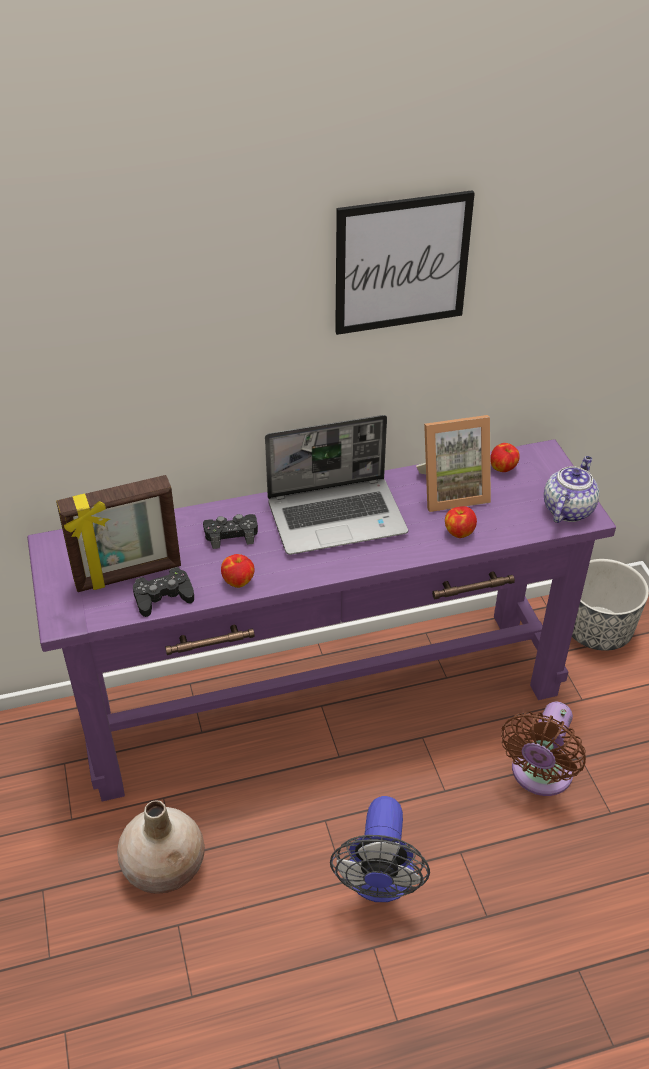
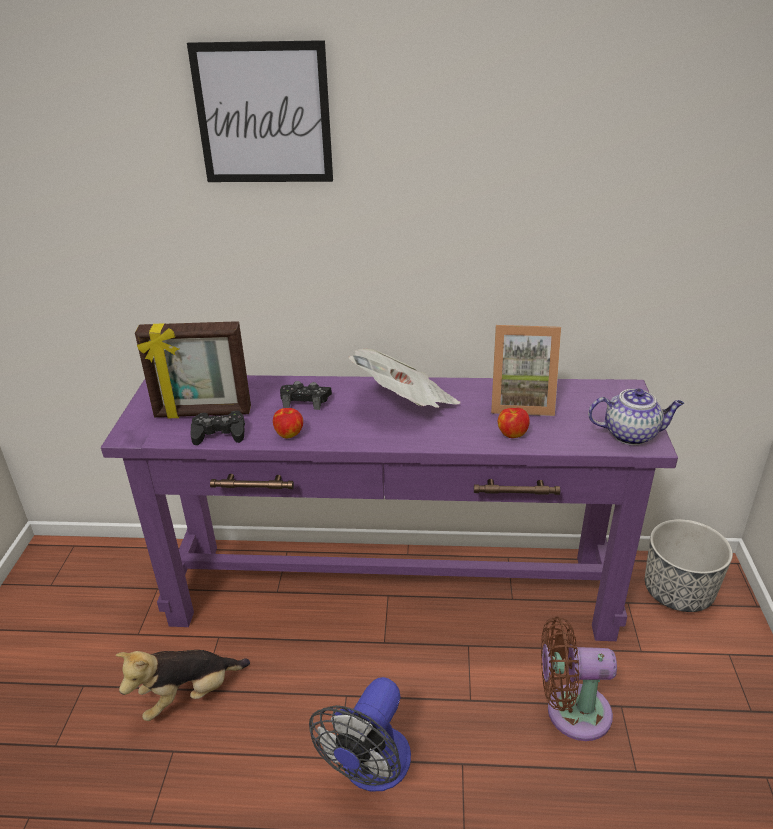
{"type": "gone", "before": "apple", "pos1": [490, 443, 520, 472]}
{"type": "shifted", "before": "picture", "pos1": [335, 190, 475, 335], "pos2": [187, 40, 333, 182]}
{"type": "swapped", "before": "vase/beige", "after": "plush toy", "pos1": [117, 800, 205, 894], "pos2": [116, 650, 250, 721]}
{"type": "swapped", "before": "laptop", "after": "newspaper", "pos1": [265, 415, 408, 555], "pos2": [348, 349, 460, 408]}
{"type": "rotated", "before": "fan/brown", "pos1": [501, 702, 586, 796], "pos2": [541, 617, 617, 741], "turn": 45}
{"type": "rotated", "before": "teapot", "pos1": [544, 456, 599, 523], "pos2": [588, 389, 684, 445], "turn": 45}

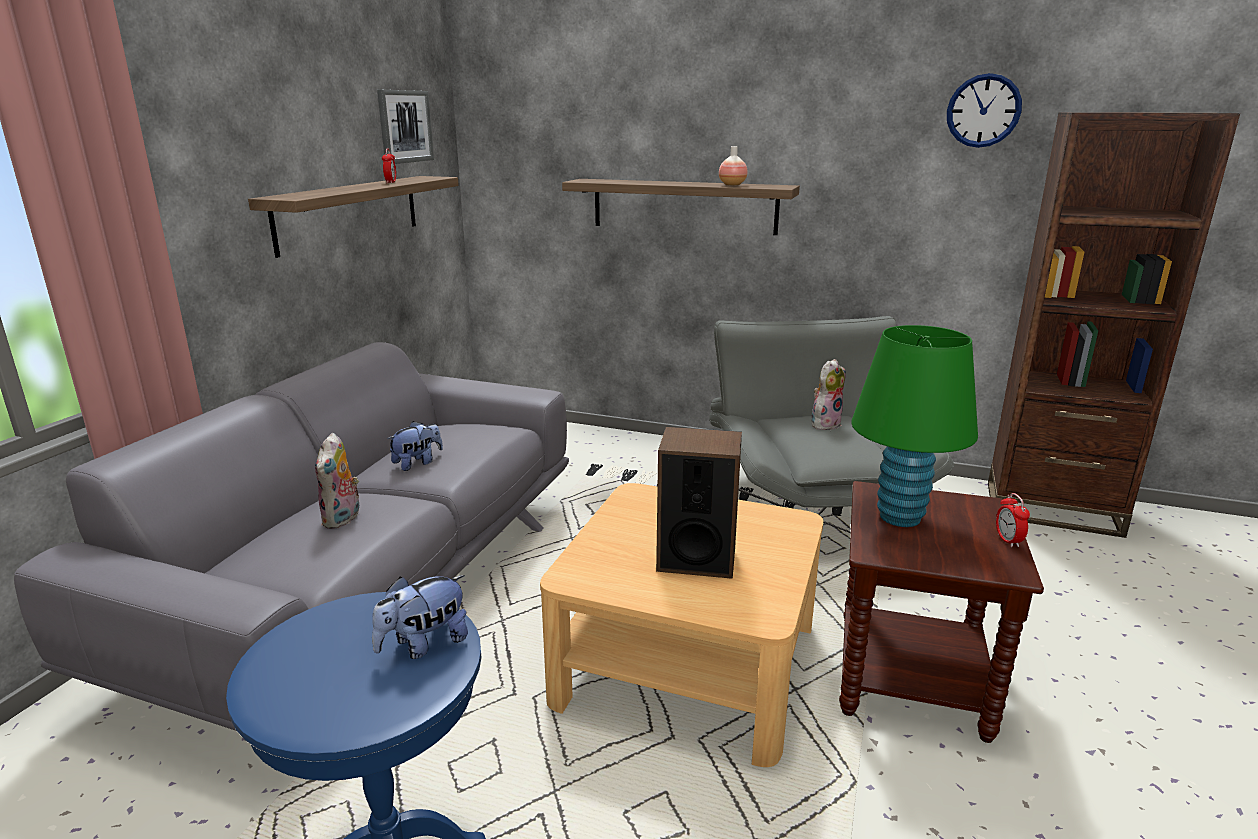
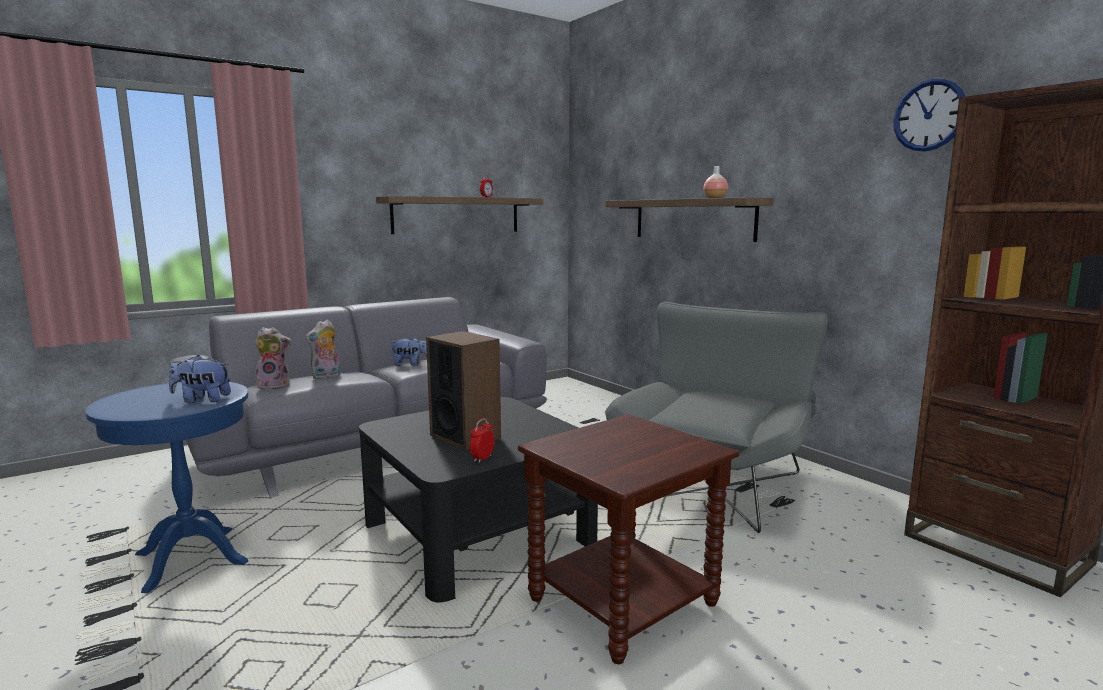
{"type": "gone", "before": "picture", "pos1": [377, 90, 434, 164]}
{"type": "gone", "before": "table lamp/green", "pos1": [851, 325, 978, 527]}
{"type": "shifted", "before": "plush toy", "pos1": [811, 359, 846, 430], "pos2": [255, 327, 292, 390]}
{"type": "shifted", "before": "alarm clock", "pos1": [996, 493, 1030, 547], "pos2": [470, 418, 495, 463]}
{"type": "repainted", "before": "coffee table/beige", "after": "coffee table/black", "pos1": [540, 483, 823, 767], "pos2": [359, 397, 598, 602]}

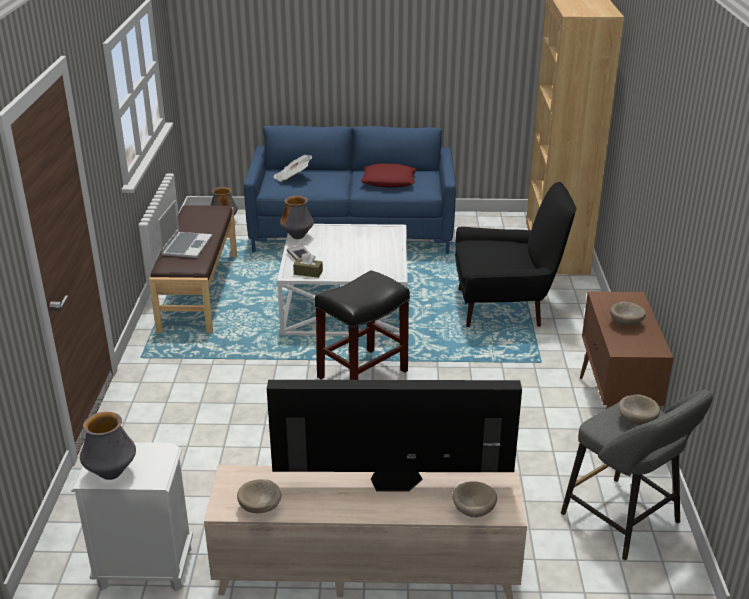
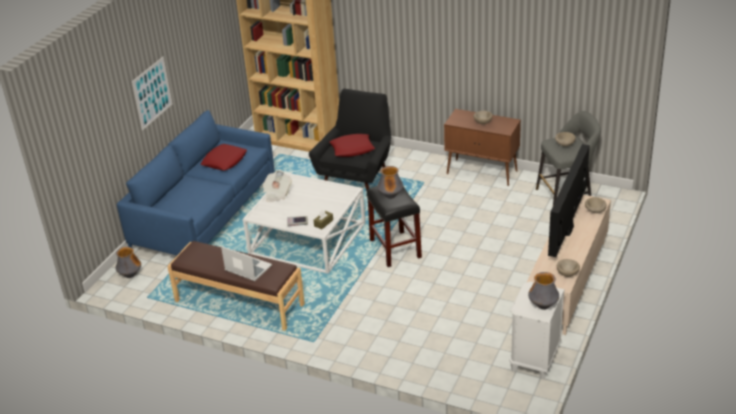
{"type": "new", "after": "picture", "pos2": [132, 57, 172, 130]}
{"type": "new", "after": "pillow/red", "pos2": [329, 134, 375, 157]}
{"type": "shifted", "before": "newspaper", "pos1": [273, 155, 312, 182], "pos2": [263, 170, 292, 202]}
{"type": "shifted", "before": "vase", "pos1": [280, 196, 314, 239], "pos2": [377, 166, 403, 199]}

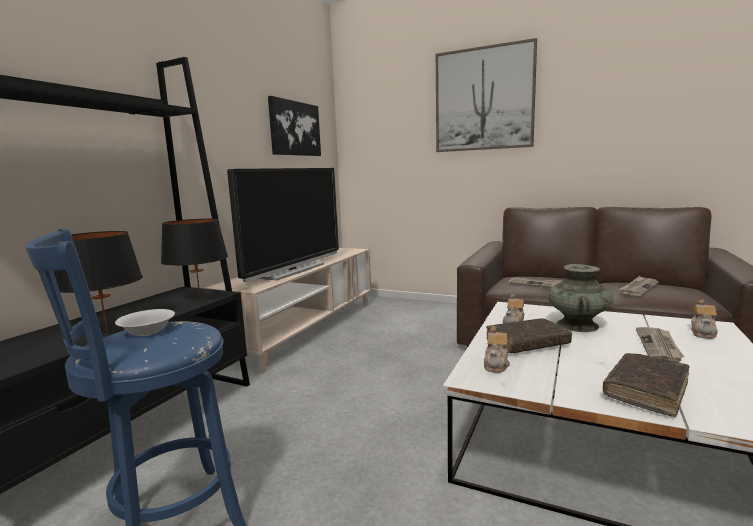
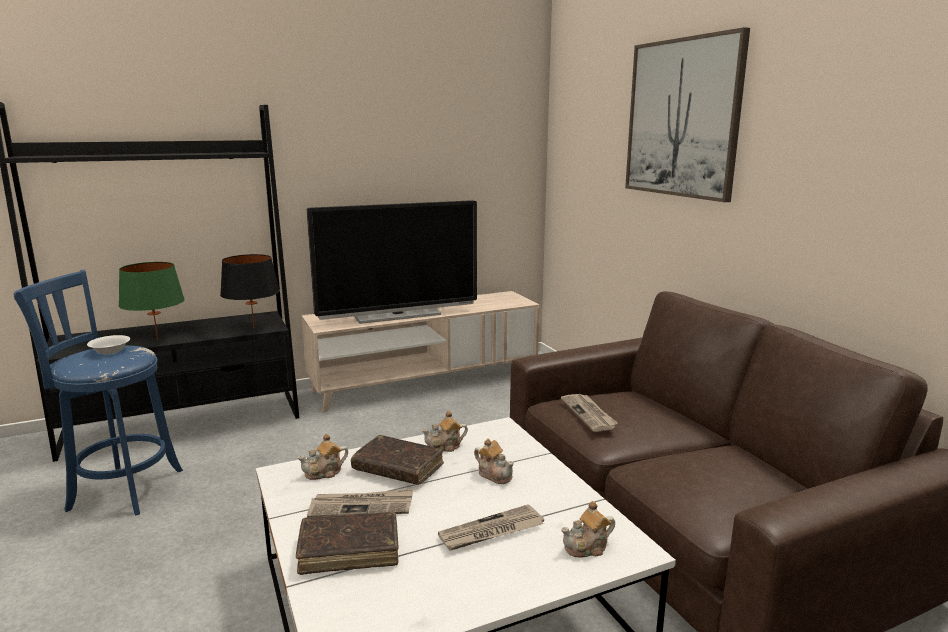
{"type": "gone", "before": "picture", "pos1": [268, 96, 321, 156]}
{"type": "shifted", "before": "newspaper", "pos1": [619, 276, 659, 296], "pos2": [307, 488, 413, 517]}
{"type": "swapped", "before": "vase/turquoise", "after": "teapot", "pos1": [548, 264, 614, 332], "pos2": [474, 438, 514, 484]}
{"type": "repainted", "before": "table lamp/black", "after": "table lamp/green", "pos1": [54, 231, 143, 331], "pos2": [118, 262, 185, 340]}

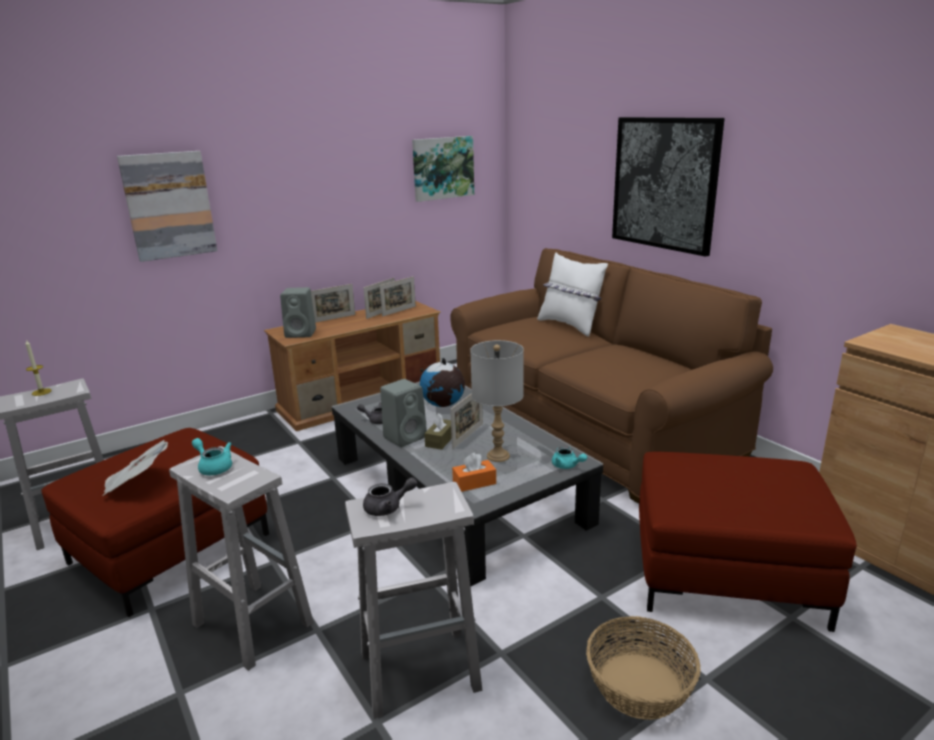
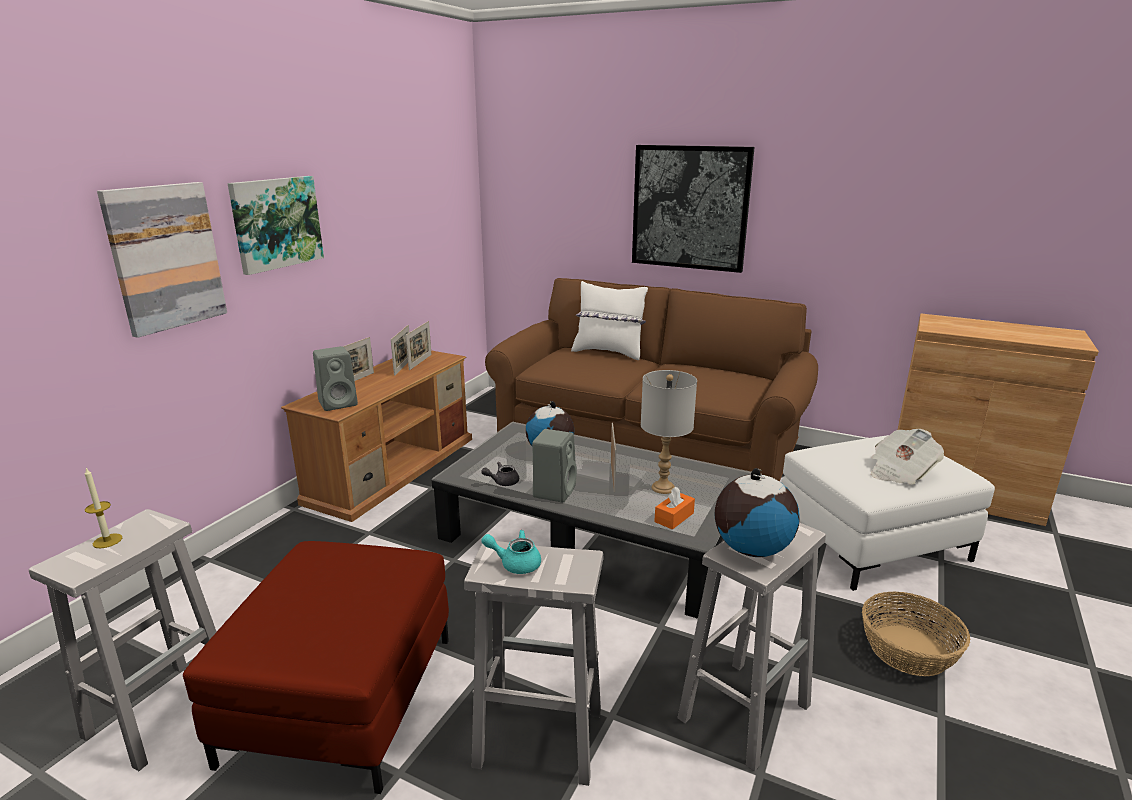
{"type": "gone", "before": "tissue box/brown", "pos1": [424, 413, 452, 450]}
{"type": "gone", "before": "teapot/turquoise", "pos1": [552, 447, 587, 469]}
{"type": "shifted", "before": "newspaper", "pos1": [103, 440, 168, 495], "pos2": [871, 429, 944, 485]}
{"type": "shifted", "before": "picture", "pos1": [412, 136, 474, 202], "pos2": [227, 176, 324, 275]}
{"type": "swapped", "before": "teapot/grey", "after": "globe", "pos1": [363, 477, 417, 516], "pos2": [715, 468, 800, 557]}
{"type": "repainted", "before": "ottoman/red", "after": "ottoman/white", "pos1": [639, 452, 857, 632], "pos2": [781, 435, 995, 591]}

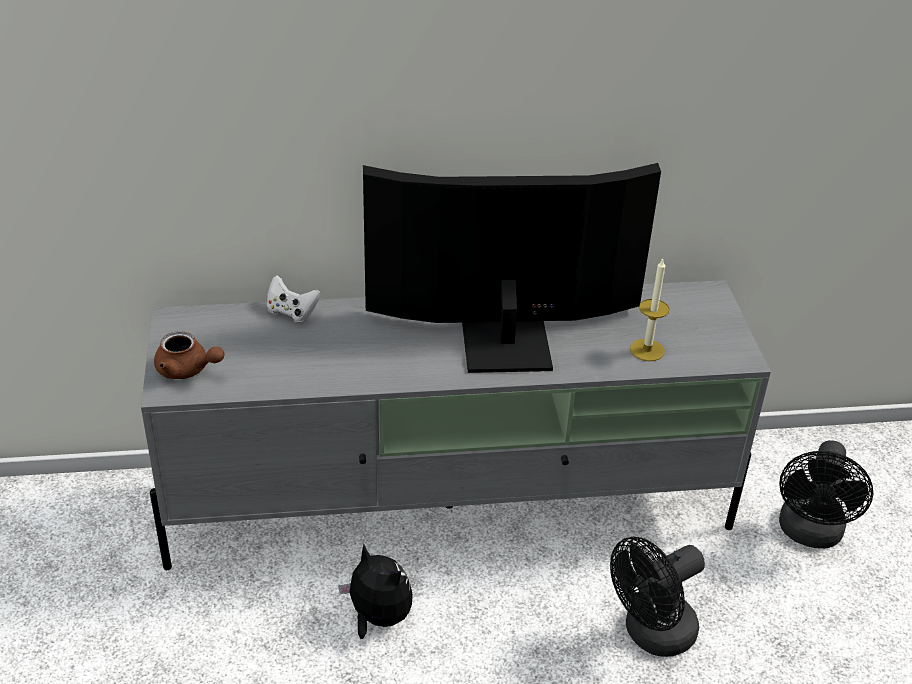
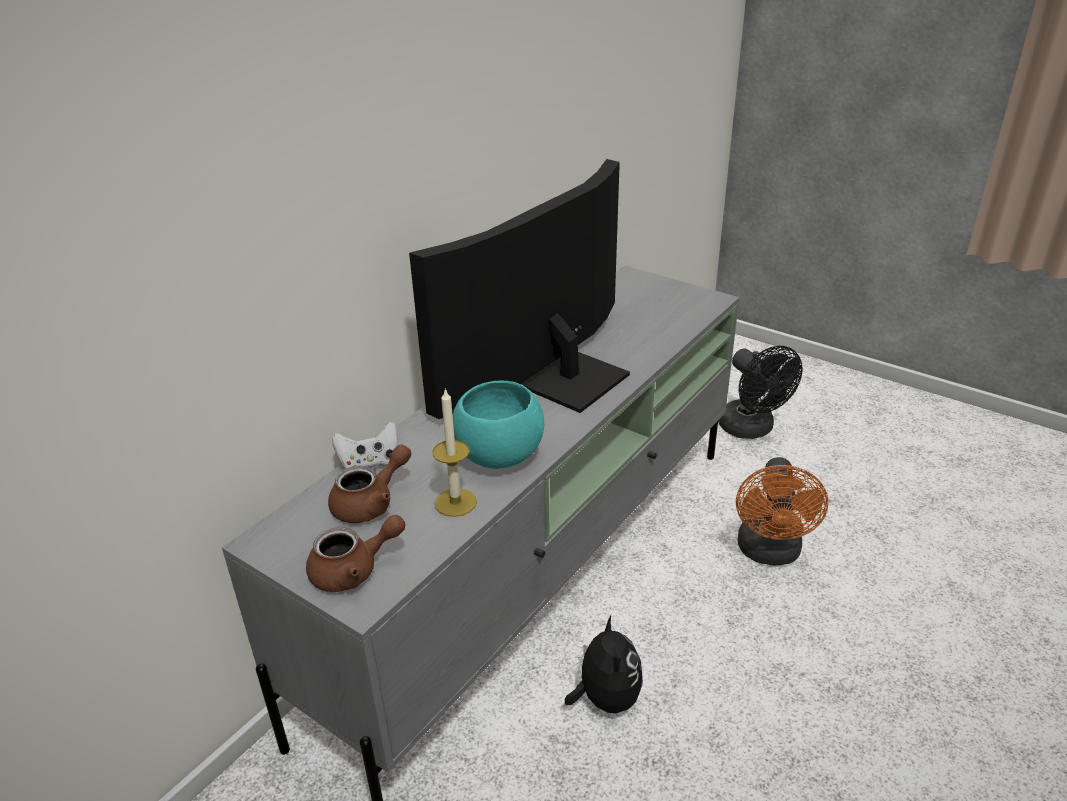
{"type": "new", "after": "teapot/brown", "pos2": [328, 444, 411, 523]}
{"type": "new", "after": "bowl/turquoise", "pos2": [453, 381, 544, 469]}
{"type": "shifted", "before": "candle", "pos1": [630, 259, 670, 361], "pos2": [432, 388, 477, 517]}
{"type": "repainted", "before": "fan/black", "after": "fan/orange", "pos1": [610, 537, 705, 657], "pos2": [736, 457, 828, 565]}
{"type": "rotated", "before": "plush toy", "pos1": [338, 544, 413, 639], "pos2": [565, 615, 643, 713], "turn": 90}

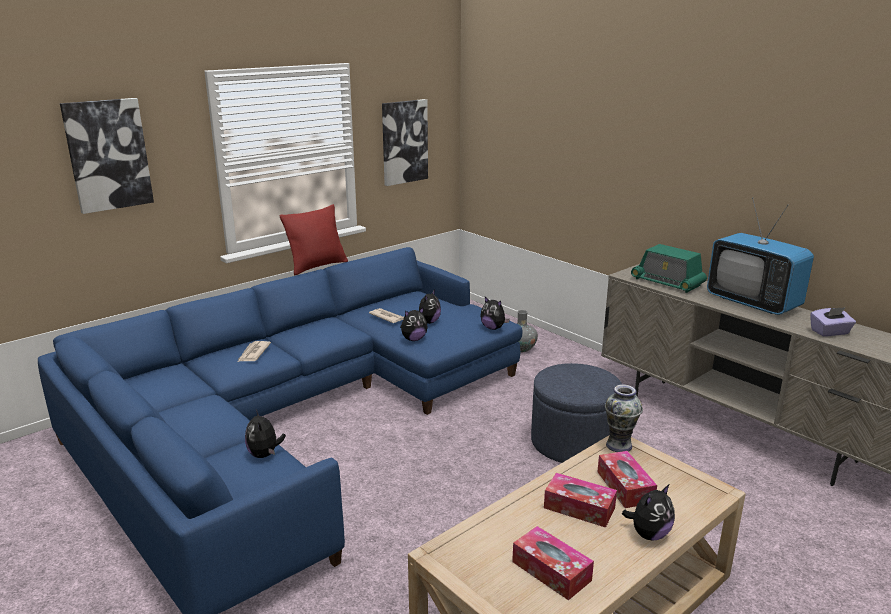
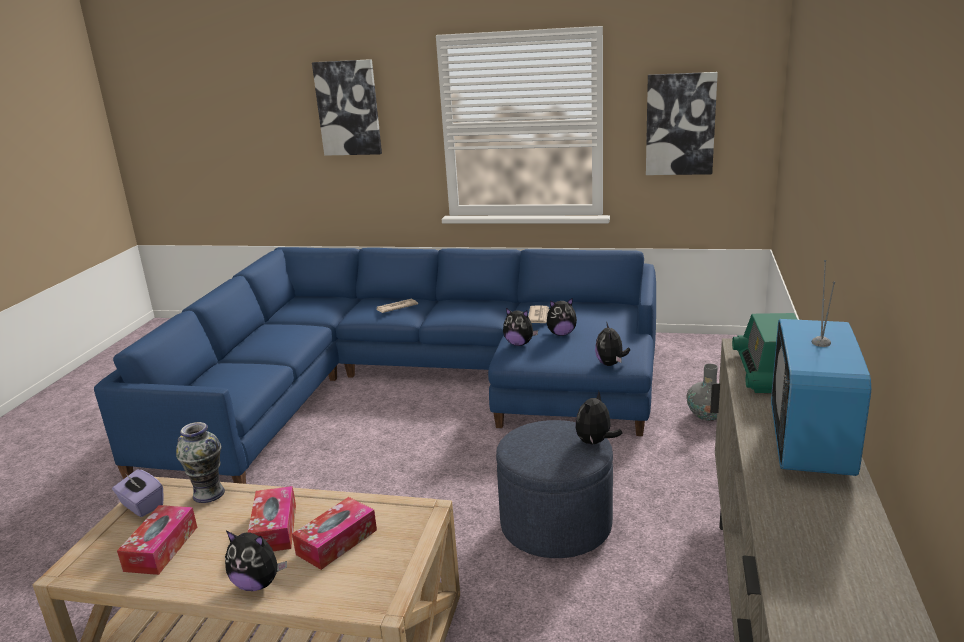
{"type": "gone", "before": "pillow/red", "pos1": [280, 204, 348, 275]}
{"type": "shifted", "before": "plush toy", "pos1": [245, 409, 286, 458], "pos2": [576, 391, 622, 445]}
{"type": "shifted", "before": "vase", "pos1": [605, 384, 643, 452], "pos2": [176, 422, 225, 503]}
{"type": "shifted", "before": "tissue box/purple", "pos1": [810, 307, 856, 337], "pos2": [112, 470, 164, 517]}

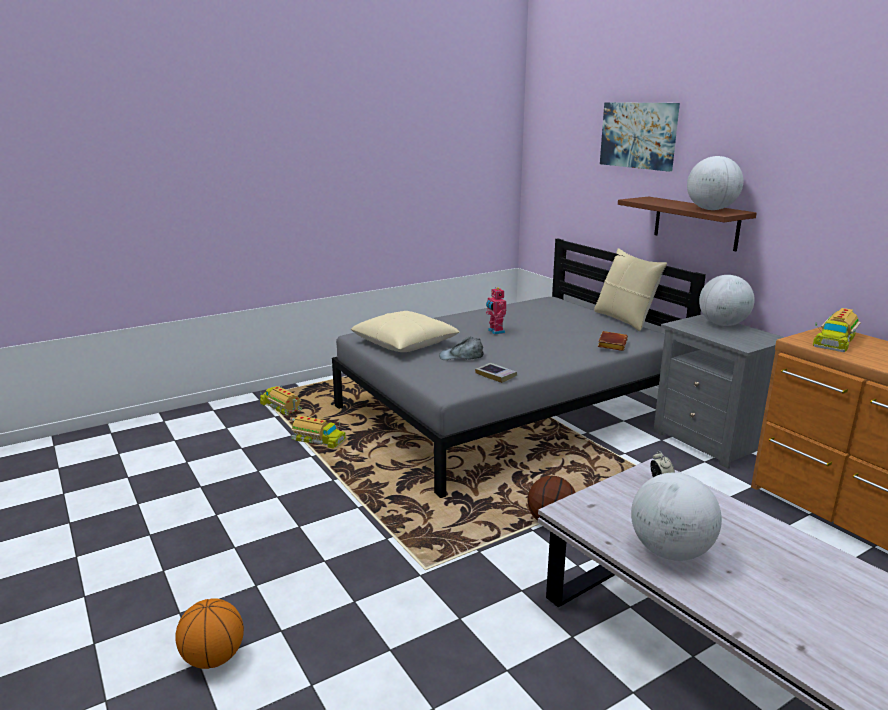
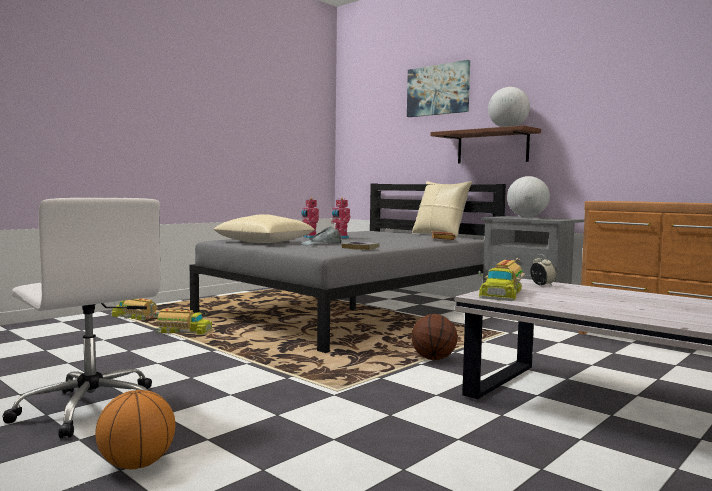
{"type": "gone", "before": "globe", "pos1": [631, 473, 722, 561]}
{"type": "new", "after": "office chair/white", "pos2": [2, 198, 161, 438]}
{"type": "new", "after": "toy robot", "pos2": [301, 198, 319, 238]}
{"type": "shifted", "before": "toy truck", "pos1": [813, 308, 861, 352], "pos2": [478, 260, 525, 301]}

